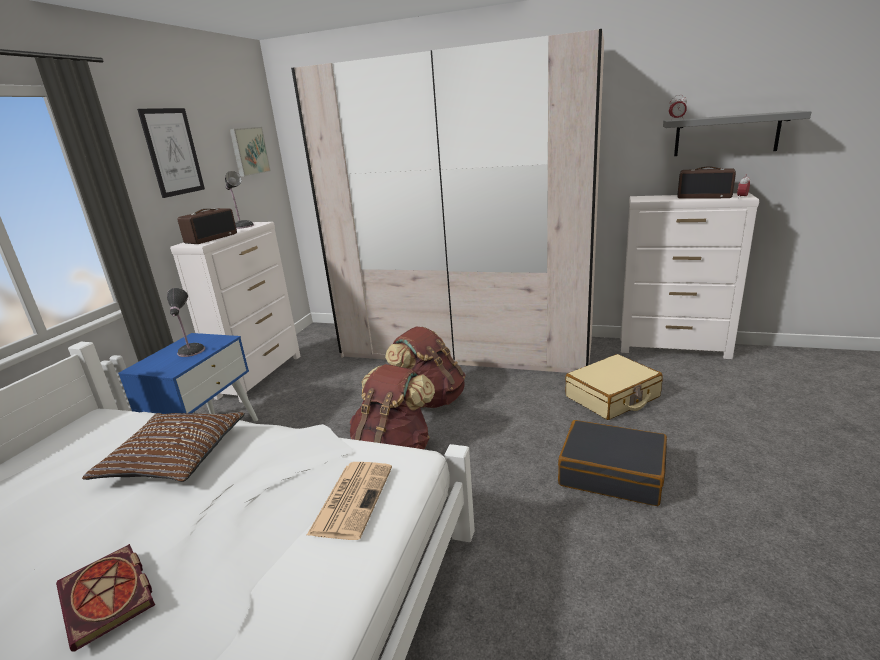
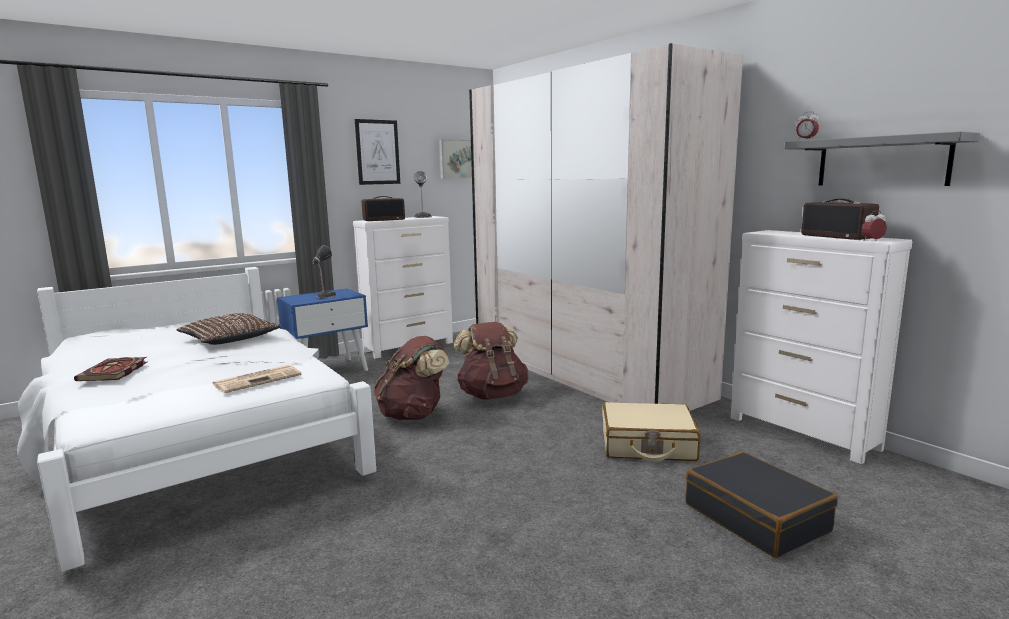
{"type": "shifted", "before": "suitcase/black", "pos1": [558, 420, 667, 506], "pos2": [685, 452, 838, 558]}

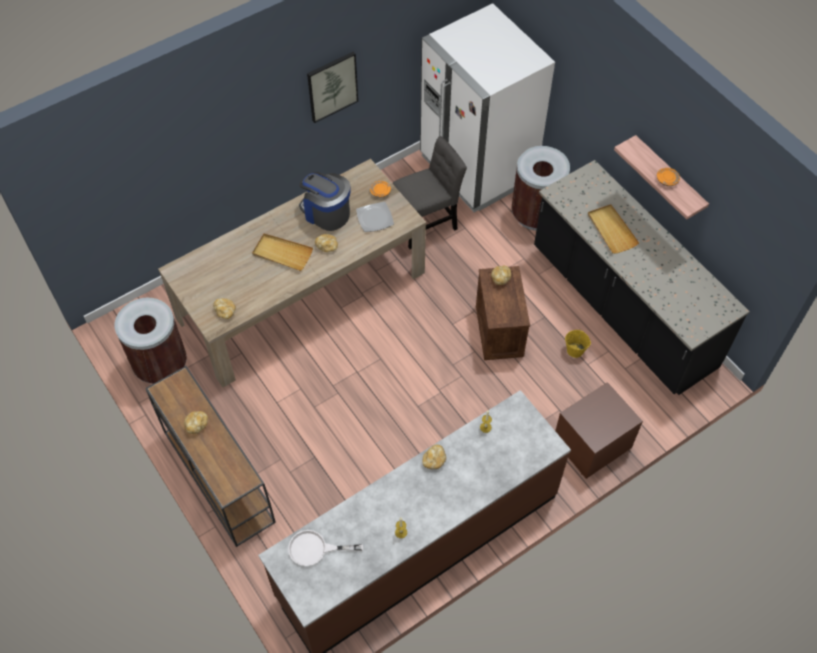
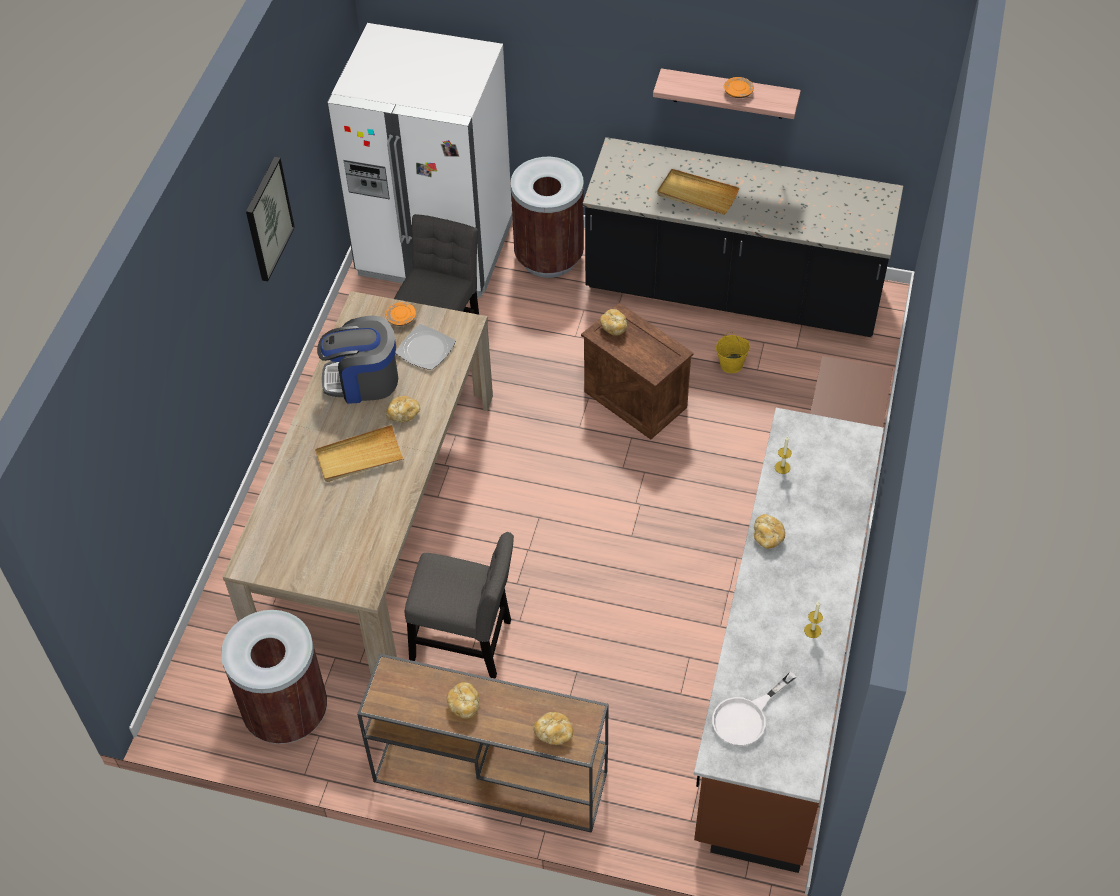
{"type": "new", "after": "chair/grey", "pos2": [405, 532, 514, 679]}
{"type": "shifted", "before": "bread", "pos1": [213, 298, 236, 319], "pos2": [533, 712, 573, 745]}

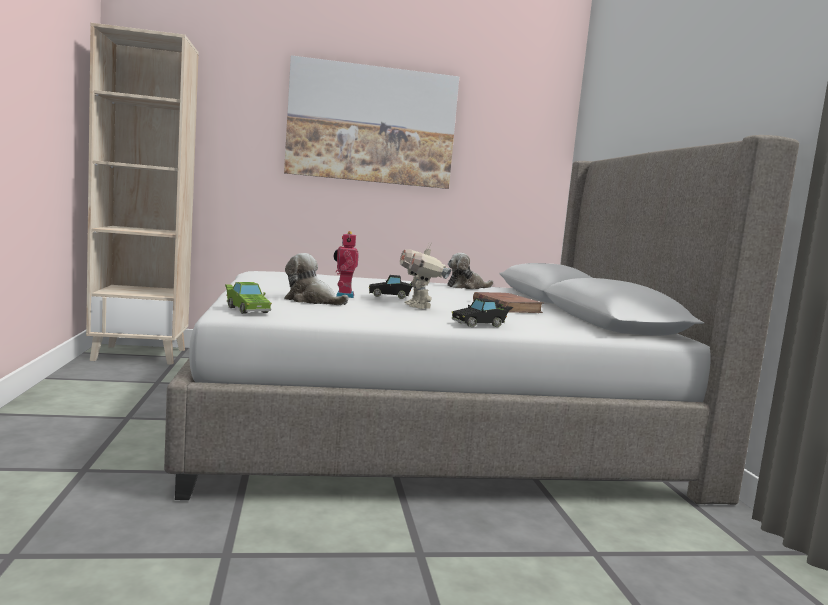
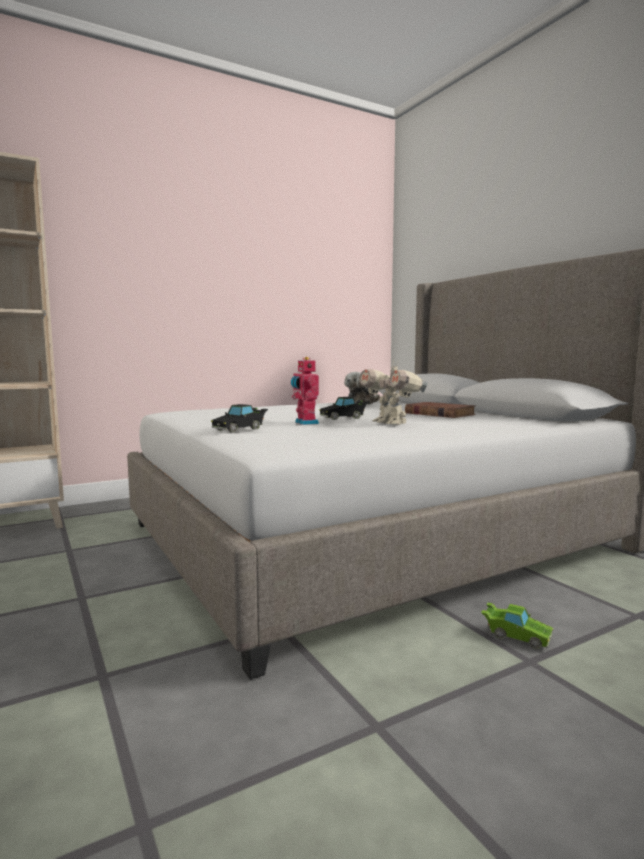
{"type": "gone", "before": "picture", "pos1": [284, 55, 459, 189]}
{"type": "gone", "before": "plush toy", "pos1": [284, 253, 349, 305]}
{"type": "shifted", "before": "toy car/green", "pos1": [225, 282, 272, 314], "pos2": [481, 602, 554, 650]}
{"type": "shifted", "before": "toy car/black", "pos1": [452, 298, 513, 327], "pos2": [211, 404, 268, 433]}

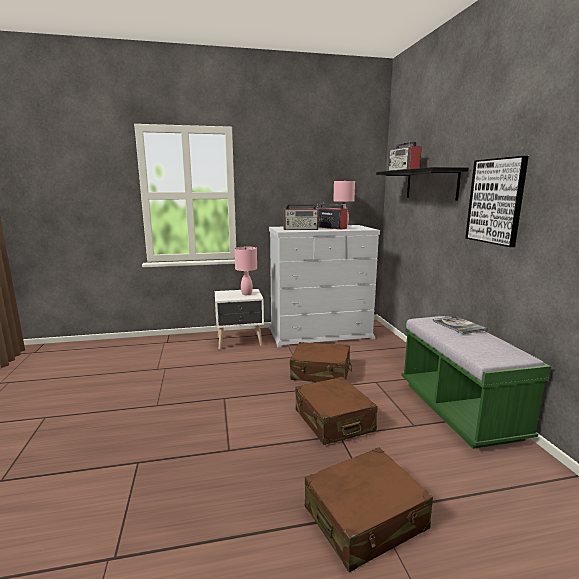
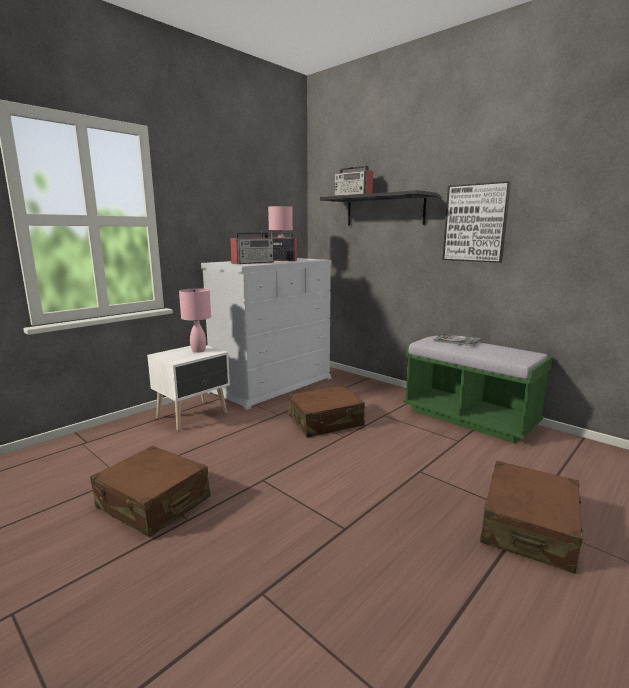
{"type": "shifted", "before": "suitcase/brown", "pos1": [295, 377, 377, 445], "pos2": [90, 446, 210, 537]}

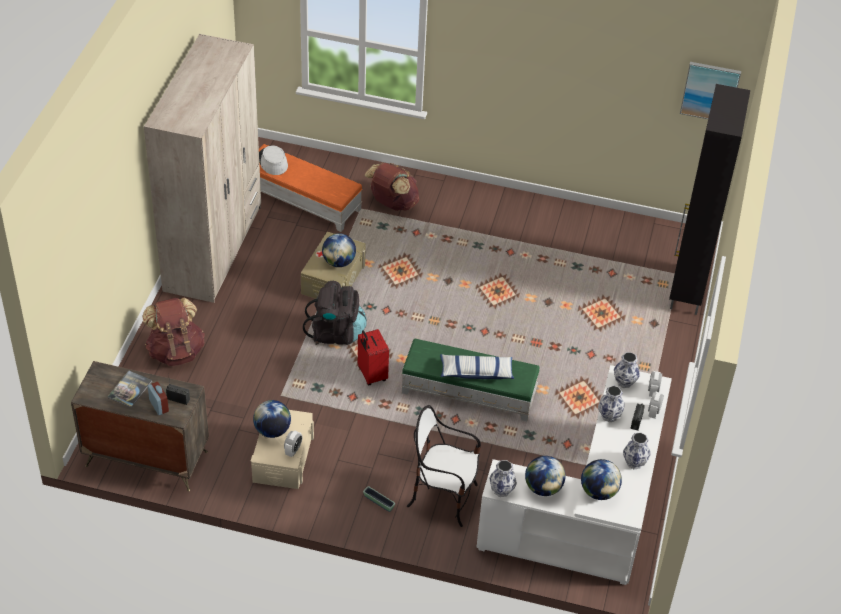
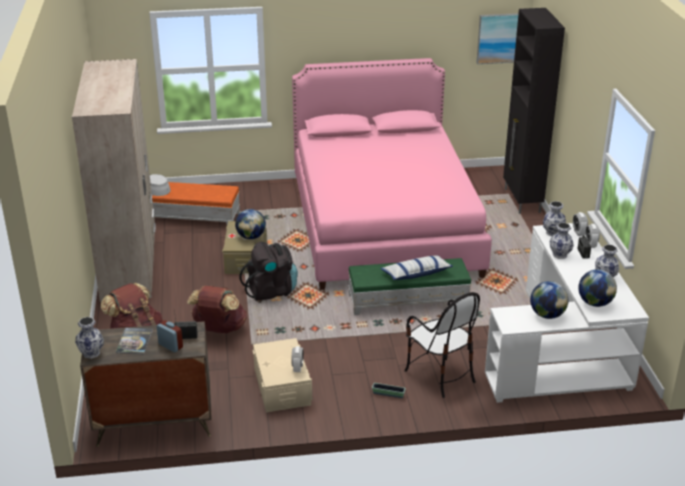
{"type": "gone", "before": "globe", "pos1": [253, 400, 291, 438]}
{"type": "gone", "before": "suitcase/red", "pos1": [358, 329, 389, 385]}
{"type": "new", "after": "bed/pink", "pos2": [292, 58, 492, 290]}
{"type": "shifted", "before": "backpack/brown", "pos1": [365, 163, 420, 211], "pos2": [187, 285, 247, 333]}
{"type": "shifted", "before": "vase", "pos1": [489, 460, 517, 497], "pos2": [75, 317, 104, 359]}
{"type": "rotated", "before": "chair", "pos1": [407, 405, 481, 527], "pos2": [405, 292, 480, 398], "turn": -120}

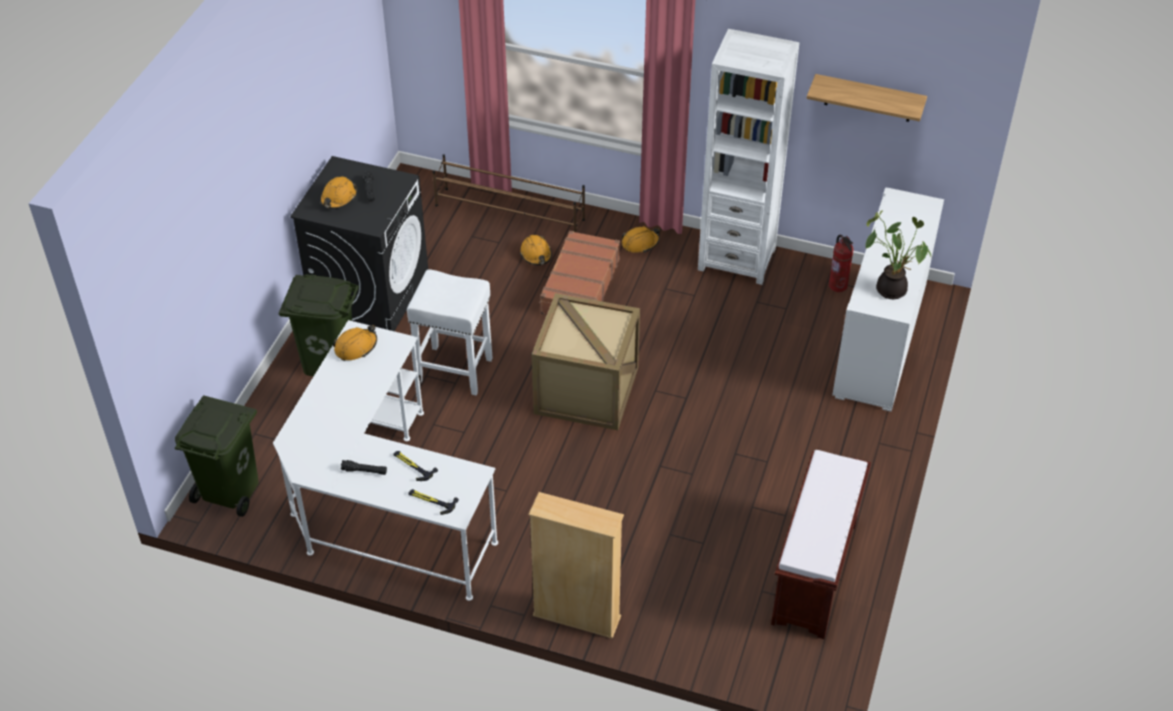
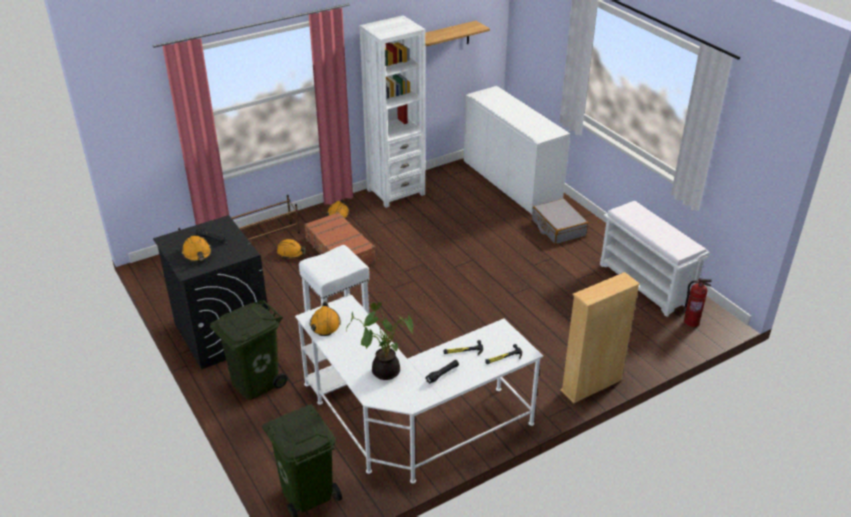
{"type": "gone", "before": "crate", "pos1": [531, 293, 640, 430]}
{"type": "new", "after": "suitcase/grey", "pos2": [532, 199, 588, 244]}
{"type": "shifted", "before": "fire extinguisher", "pos1": [829, 235, 854, 292], "pos2": [683, 278, 712, 327]}
{"type": "shifted", "before": "potted plant", "pos1": [866, 210, 932, 299], "pos2": [346, 302, 413, 380]}
{"type": "repainted", "before": "bench/brown", "after": "bench/white", "pos1": [771, 450, 871, 639], "pos2": [600, 201, 710, 317]}

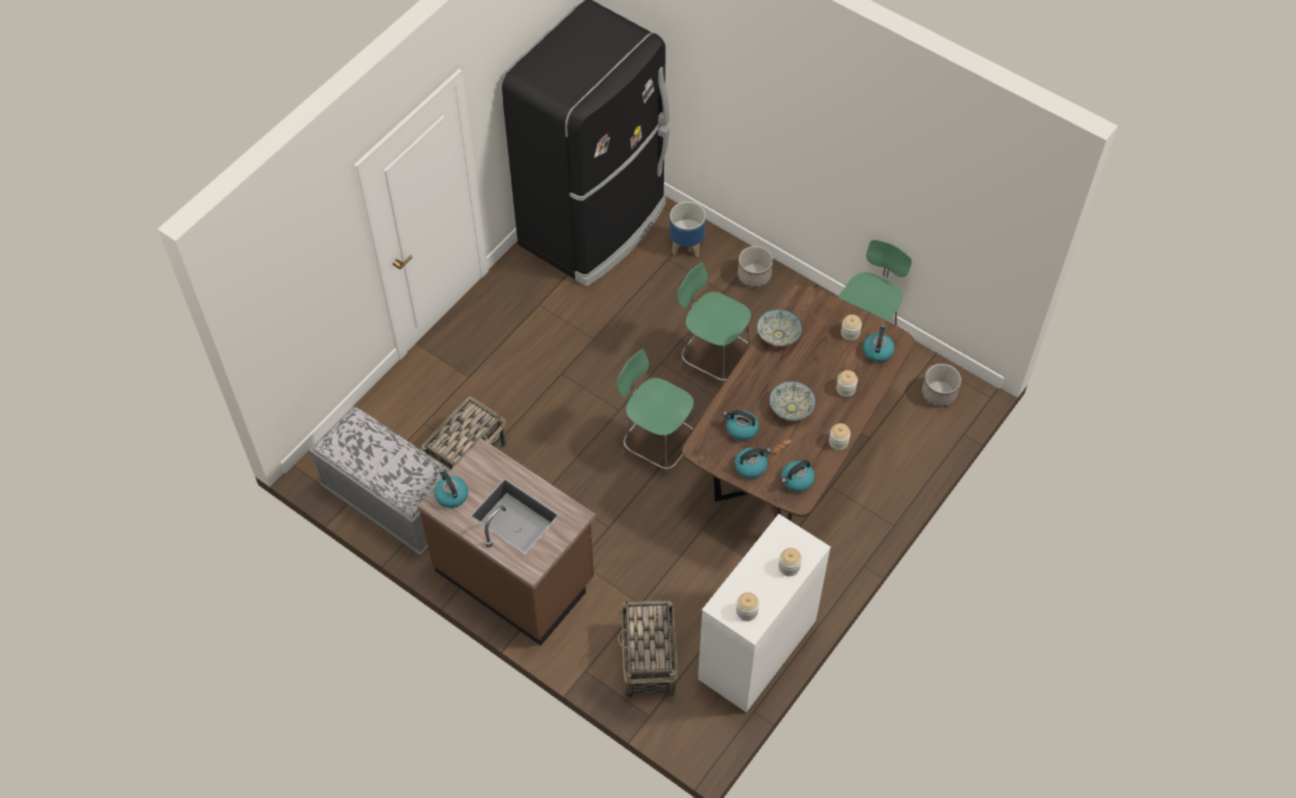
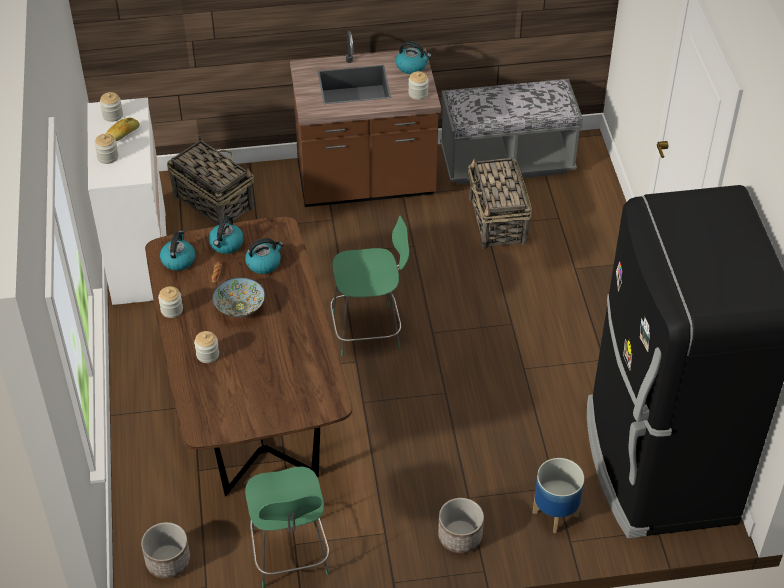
{"type": "gone", "before": "chair/green", "pos1": [677, 263, 751, 384]}
{"type": "gone", "before": "bowl", "pos1": [757, 309, 802, 346]}
{"type": "gone", "before": "kettle", "pos1": [863, 325, 894, 362]}
{"type": "new", "after": "bread", "pos2": [106, 118, 140, 142]}
{"type": "shifted", "before": "jar", "pos1": [841, 314, 862, 341], "pos2": [408, 71, 429, 100]}

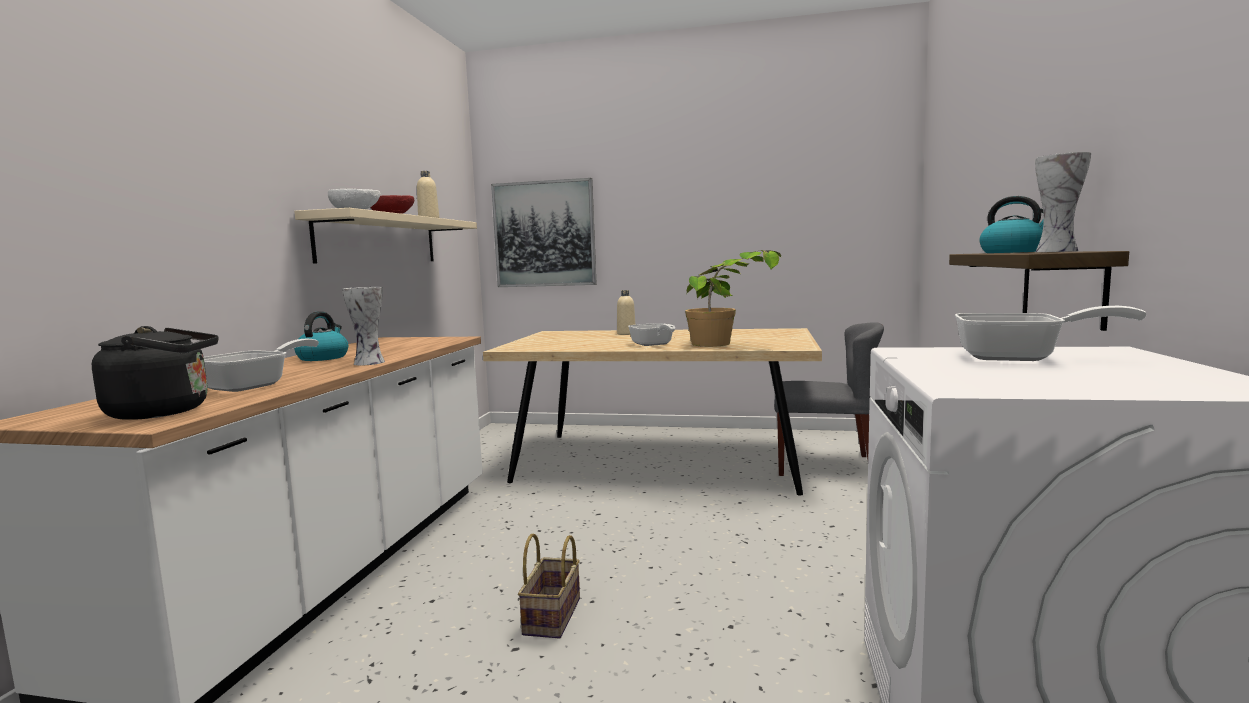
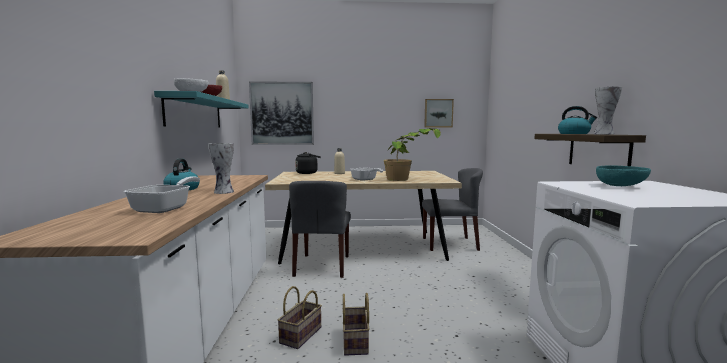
{"type": "new", "after": "basket", "pos2": [278, 286, 322, 349]}
{"type": "new", "after": "chair/grey", "pos2": [289, 181, 351, 278]}
{"type": "new", "after": "picture", "pos2": [424, 99, 454, 127]}
{"type": "shifted", "before": "kettle/black", "pos1": [92, 326, 218, 420], "pos2": [295, 152, 321, 174]}
{"type": "swapped", "before": "frying pan", "after": "bowl/turquoise", "pos1": [955, 306, 1147, 361], "pos2": [596, 165, 651, 186]}
{"type": "repainted", "before": "shelf/beige", "after": "shelf/turquoise", "pos1": [294, 208, 477, 264], "pos2": [154, 91, 249, 128]}

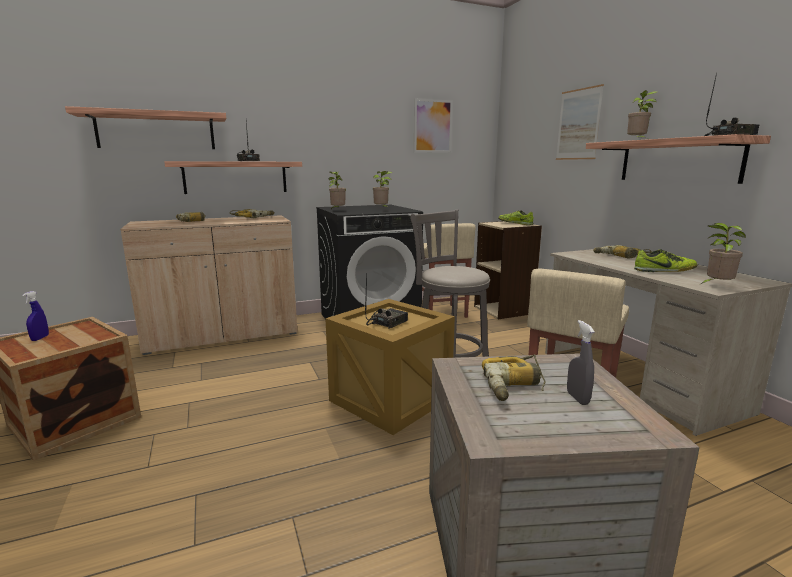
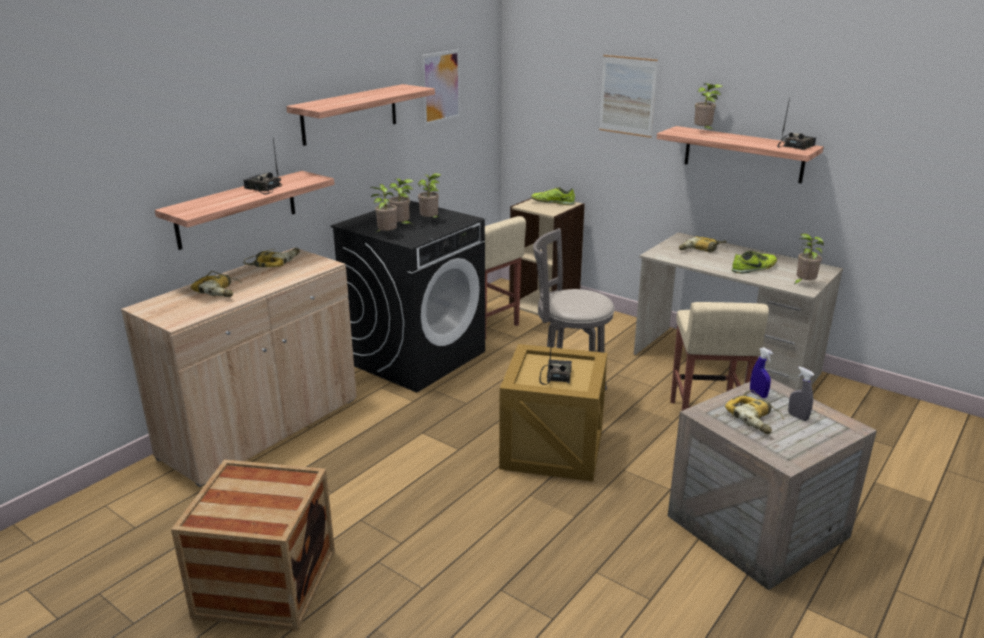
{"type": "new", "after": "potted plant", "pos2": [389, 179, 415, 227]}
{"type": "shifted", "before": "spray bottle/blue", "pos1": [22, 291, 49, 341], "pos2": [750, 347, 773, 398]}
{"type": "shifted", "before": "shelf", "pos1": [65, 106, 226, 149], "pos2": [286, 84, 435, 146]}

